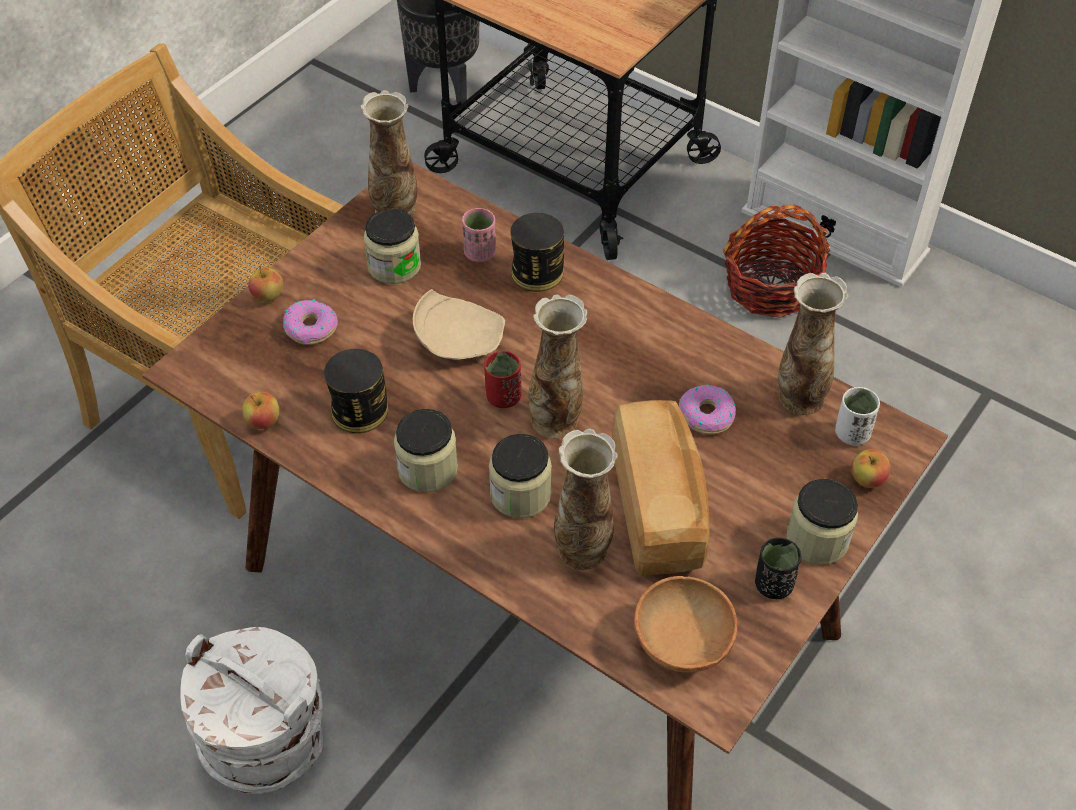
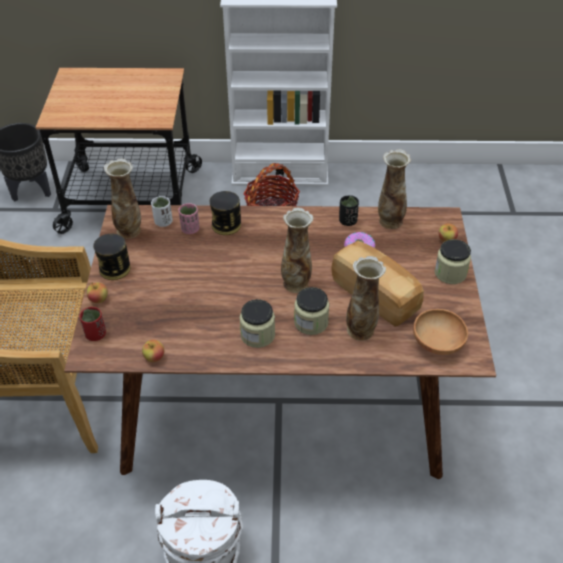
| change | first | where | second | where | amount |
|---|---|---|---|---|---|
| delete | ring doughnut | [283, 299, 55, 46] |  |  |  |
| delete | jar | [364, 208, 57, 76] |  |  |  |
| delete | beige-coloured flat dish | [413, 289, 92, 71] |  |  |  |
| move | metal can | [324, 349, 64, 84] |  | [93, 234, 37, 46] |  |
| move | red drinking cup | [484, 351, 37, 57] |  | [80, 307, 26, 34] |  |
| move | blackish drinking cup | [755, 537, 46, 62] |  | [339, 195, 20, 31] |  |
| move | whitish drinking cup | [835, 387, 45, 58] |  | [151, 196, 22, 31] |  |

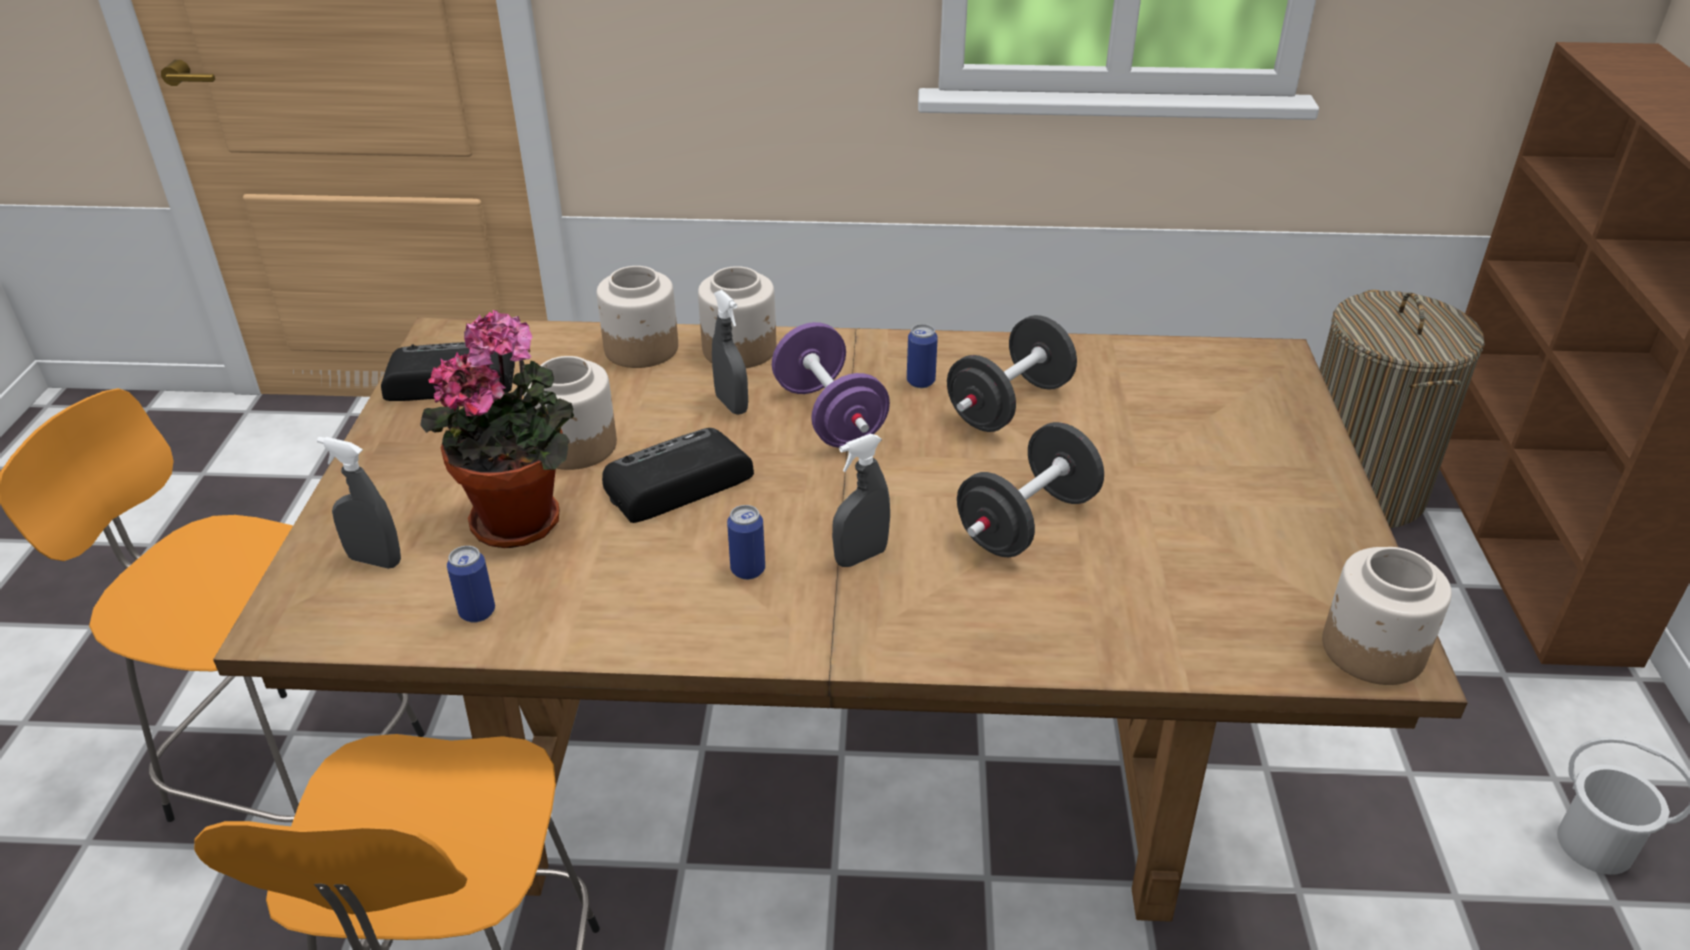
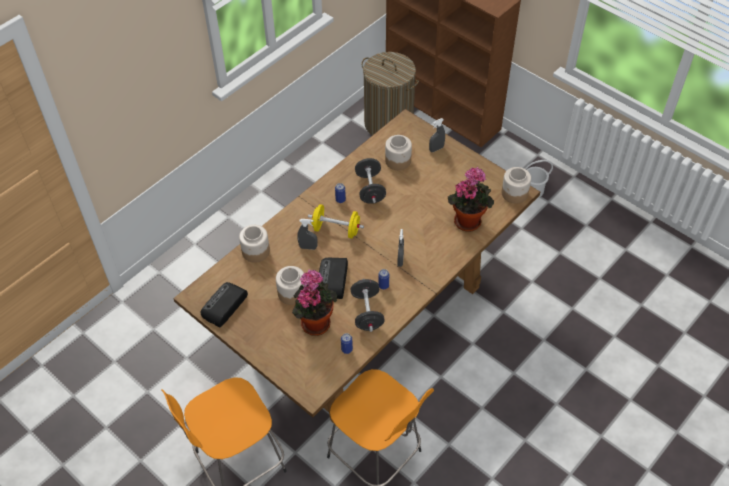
| change | first | where | second | where | amount |
|---|---|---|---|---|---|
| insert |  |  | plant in a pot | [448, 167, 46, 65] |  |
| move | gray spray bottle | [317, 437, 84, 132] |  | [429, 118, 16, 34] |  |
| move | jar | [698, 266, 78, 102] |  | [385, 135, 27, 35] |  |
| move | blackish dumbbell | [957, 422, 147, 135] |  | [350, 279, 35, 53] |  |
| recolor | purple-coloured dumbbell | [772, 322, 118, 126] | yellow dumbbell | [308, 204, 56, 35] |  |

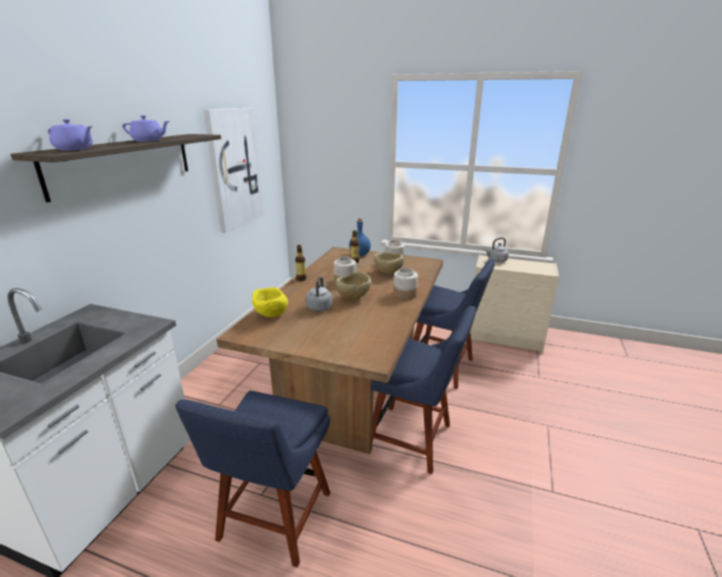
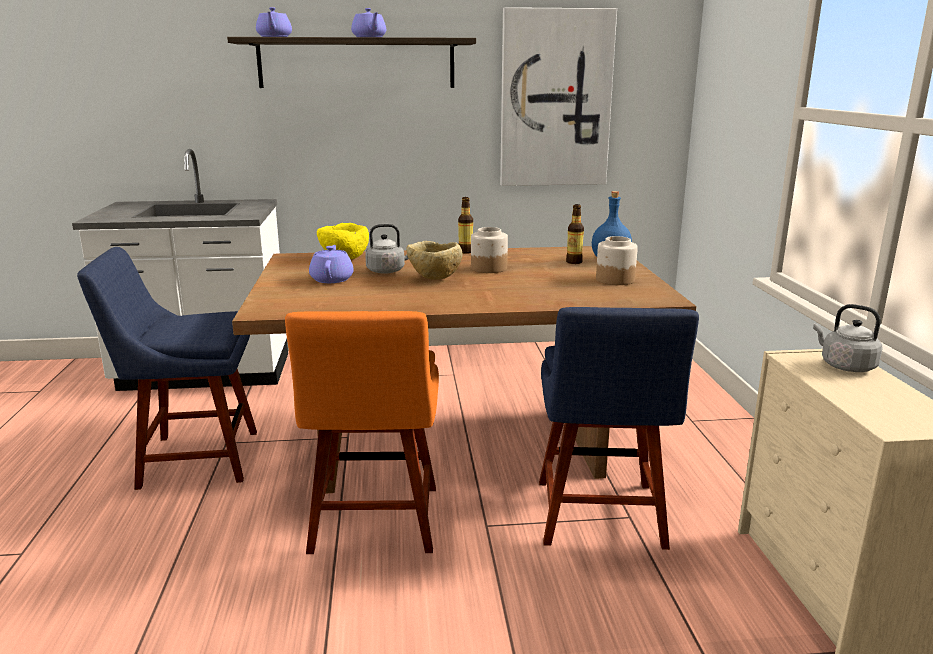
| change | first | where | second | where | amount |
|---|---|---|---|---|---|
| delete | beige-coloured serving bowl | [373, 251, 31, 23] |  |  |  |
| delete | jar | [393, 268, 25, 31] |  |  |  |
| insert |  |  | purple-coloured pot for tea | [309, 245, 45, 38] |  |
| recolor | bluish chair | [371, 306, 105, 168] | orange chair | [285, 311, 154, 243] |  |

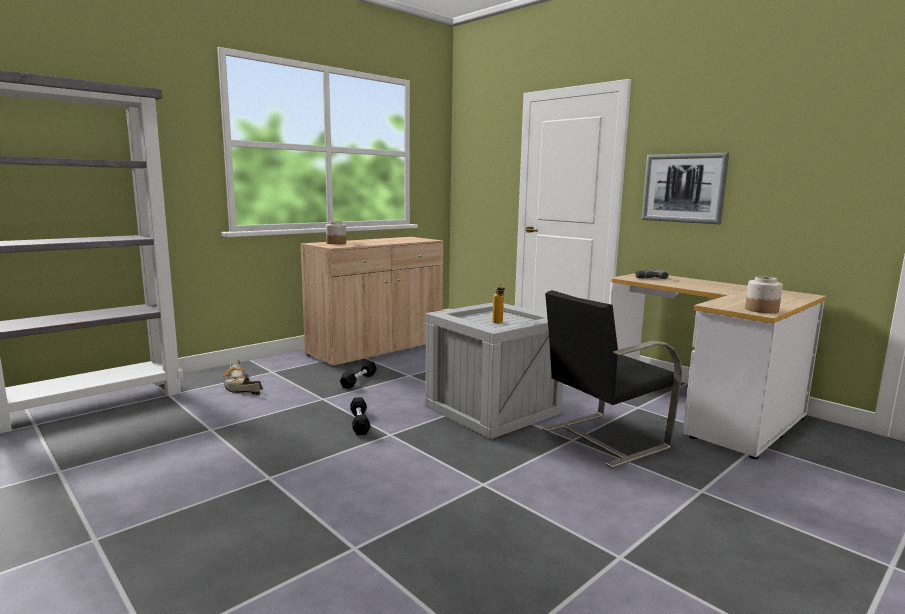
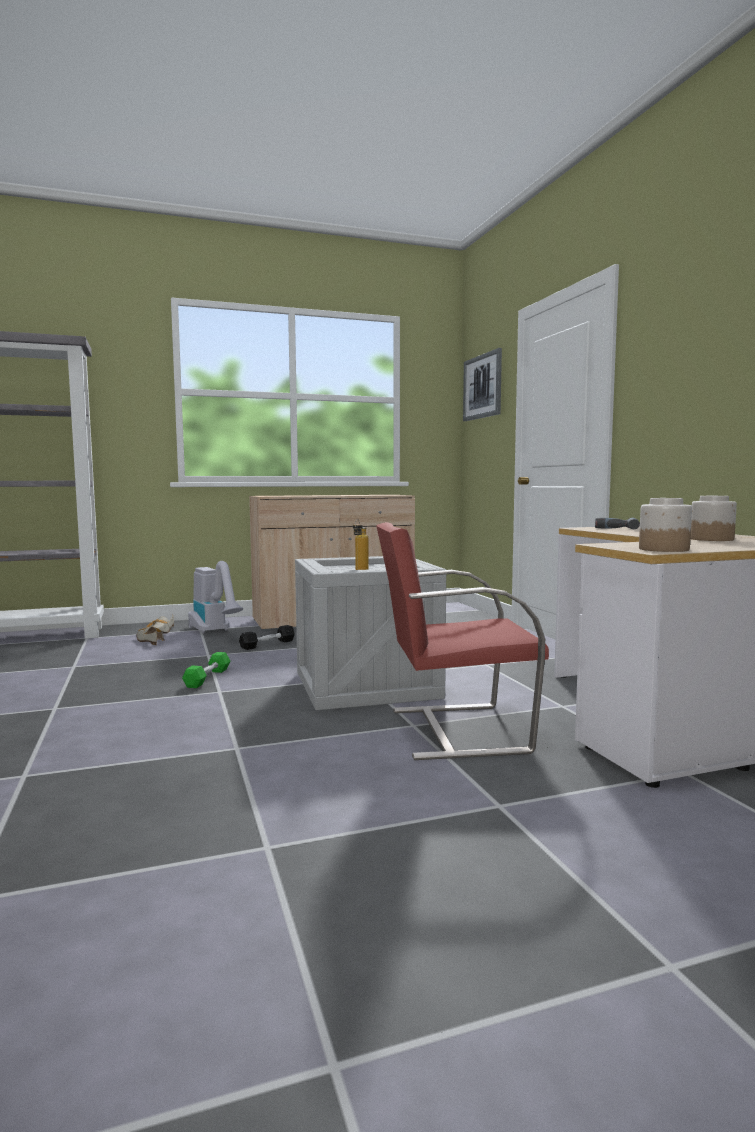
| change | first | where | second | where | amount |
|---|---|---|---|---|---|
| insert |  |  | vacuum | [188, 561, 55, 73] |  |
| move | jar | [326, 221, 20, 23] |  | [690, 496, 47, 45] |  |
| move | wall art | [642, 153, 87, 71] |  | [463, 348, 39, 73] |  |
| recolor | blackish dumbbell | [350, 397, 20, 38] | greenish dumbbell | [182, 652, 48, 36] |  |
| recolor | blackish chair | [542, 290, 140, 178] | red chair | [376, 522, 173, 238] |  |

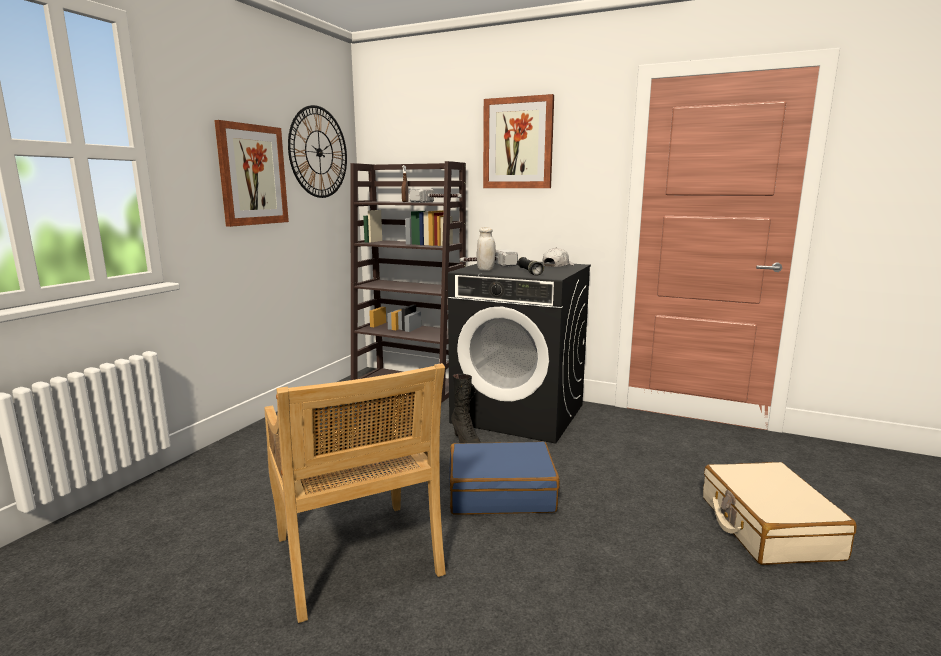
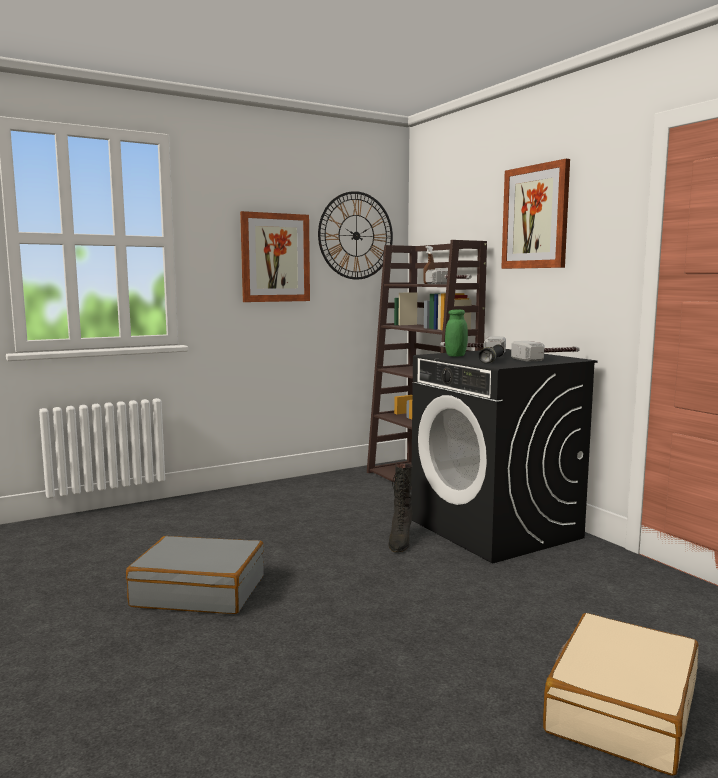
| change | first | where | second | where | amount |
|---|---|---|---|---|---|
| delete | bluish travel case | [449, 441, 111, 74] |  |  |  |
| replace | beige-coloured chair | [264, 363, 182, 260] | gray travel case | [126, 536, 138, 78] |  |
| replace | whitish peaked cap | [543, 248, 31, 19] | hammer | [511, 341, 69, 21] |  |
| recolor | whitish jar | [477, 227, 19, 44] | greenish jar | [445, 309, 23, 48] |  |

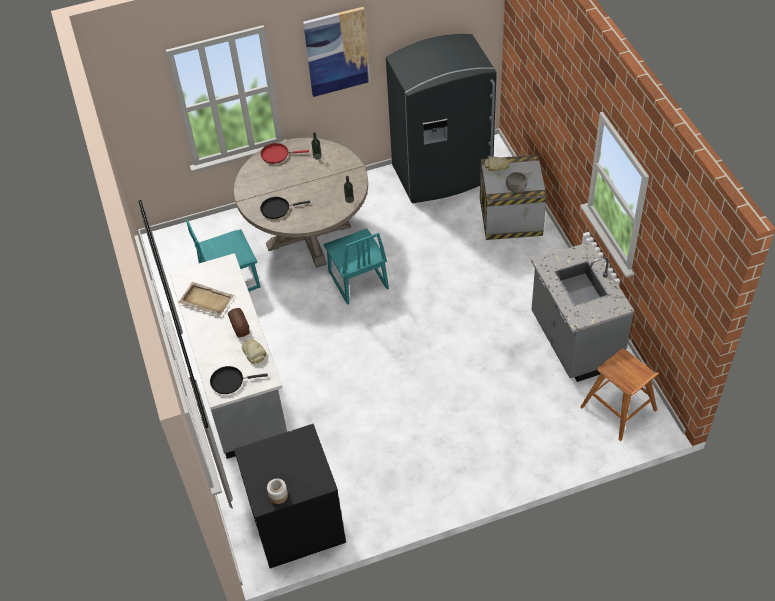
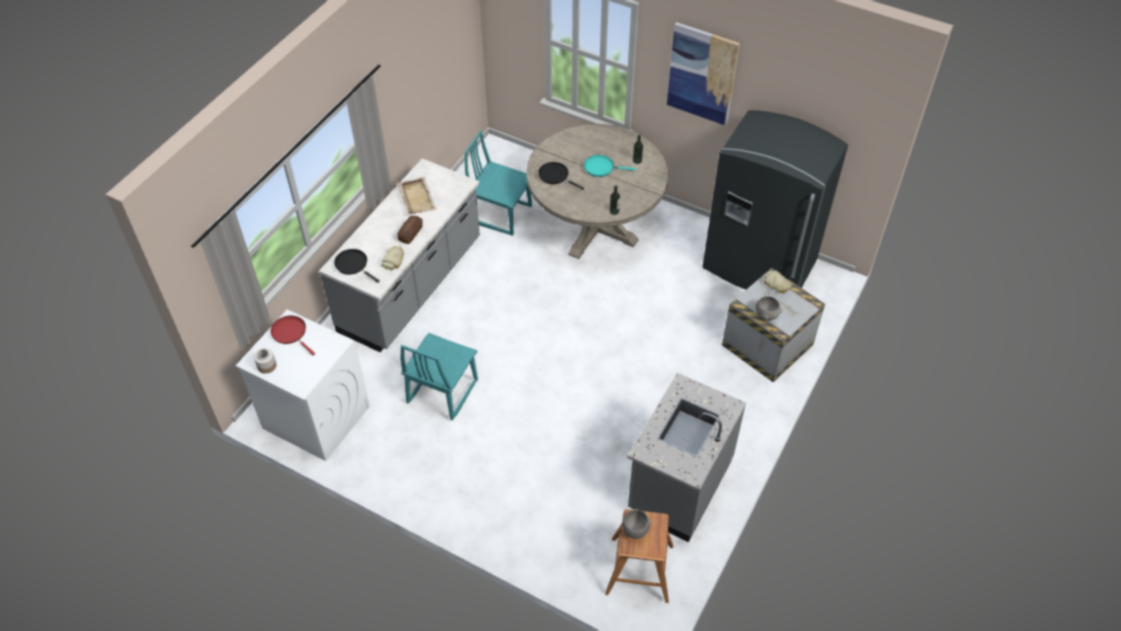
| change | first | where | second | where | amount |
|---|---|---|---|---|---|
| insert |  |  | turquoise-coloured frying pan | [584, 155, 52, 22] |  |
| insert |  |  | gray serving bowl | [622, 509, 29, 30] |  |
| move | red frying pan | [261, 143, 48, 21] |  | [271, 316, 44, 40] |  |
| move | turquoise-coloured chair | [323, 229, 66, 76] |  | [400, 333, 78, 88] |  |
| recolor | blackish laundry machine | [234, 424, 112, 144] | whitish laundry machine | [236, 309, 134, 152] |  |

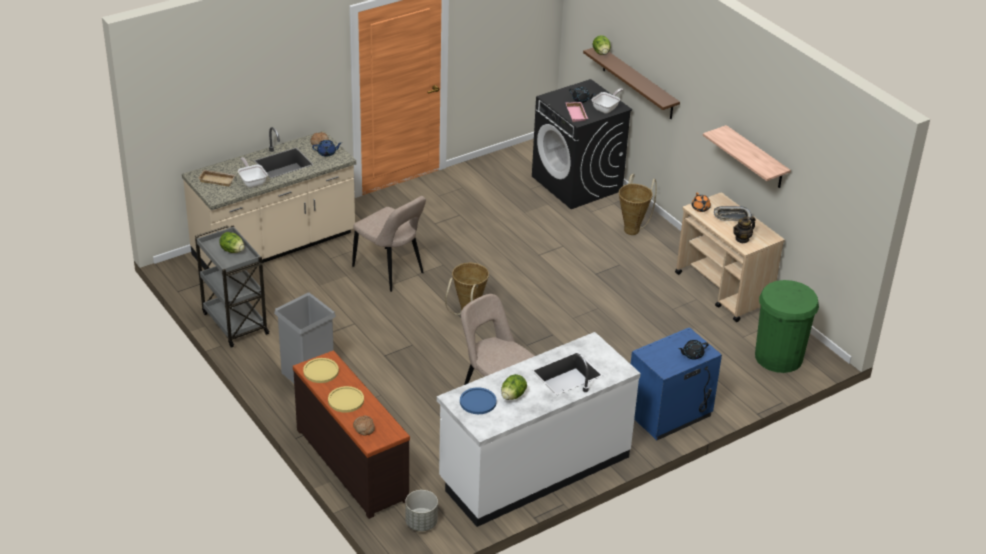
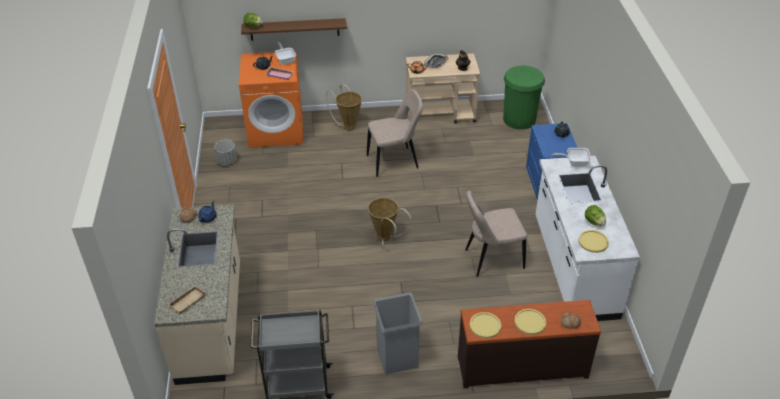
| change | first | where | second | where | amount |
|---|---|---|---|---|---|
| delete | lettuce head | [219, 232, 25, 21] |  |  |  |
| delete | bracket shelf | [703, 125, 88, 63] |  |  |  |
| move | frying pan | [238, 157, 30, 31] |  | [552, 148, 39, 19] |  |
| move | beige-coloured chair | [352, 196, 74, 96] |  | [367, 90, 56, 87] |  |
| move | gray planter | [405, 490, 33, 41] |  | [214, 140, 23, 25] |  |
| recolor | bluish flat dish | [460, 387, 37, 27] | yellow flat dish | [578, 230, 31, 23] |  |
| recolor | blackish laundry machine | [532, 79, 100, 130] | orange laundry machine | [239, 51, 64, 97] |  |

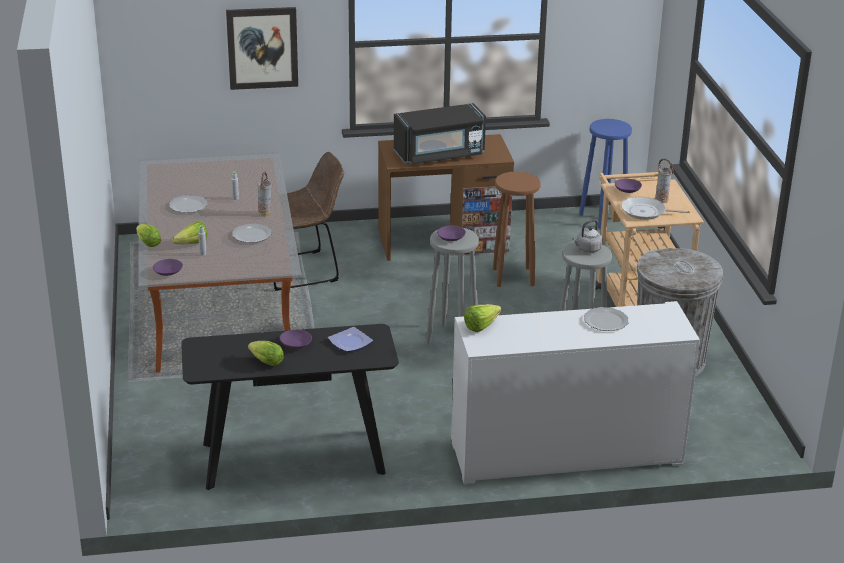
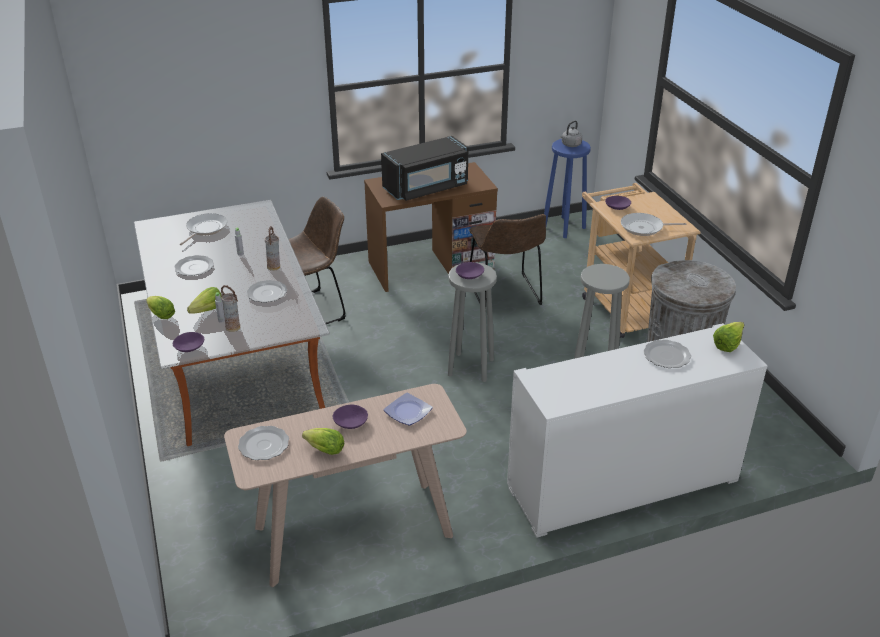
| change | first | where | second | where | amount |
|---|---|---|---|---|---|
| delete | wall art | [226, 7, 72, 83] |  |  |  |
| insert |  |  | frying pan | [180, 213, 47, 32] |  |
| insert |  |  | flat dish | [238, 426, 51, 34] |  |
| move | lettuce head | [464, 304, 37, 28] |  | [713, 322, 31, 30] |  |
| move | gray tea kettle | [572, 219, 31, 34] |  | [561, 120, 21, 27] |  |
| move | flower vase | [655, 158, 18, 45] |  | [221, 285, 19, 47] |  |
| replace | brown stool | [493, 171, 48, 116] | brown chair | [469, 214, 77, 91] |  |
| recolor | blackish console table | [181, 324, 218, 166] | beige-coloured console table | [224, 384, 243, 203] |  |

